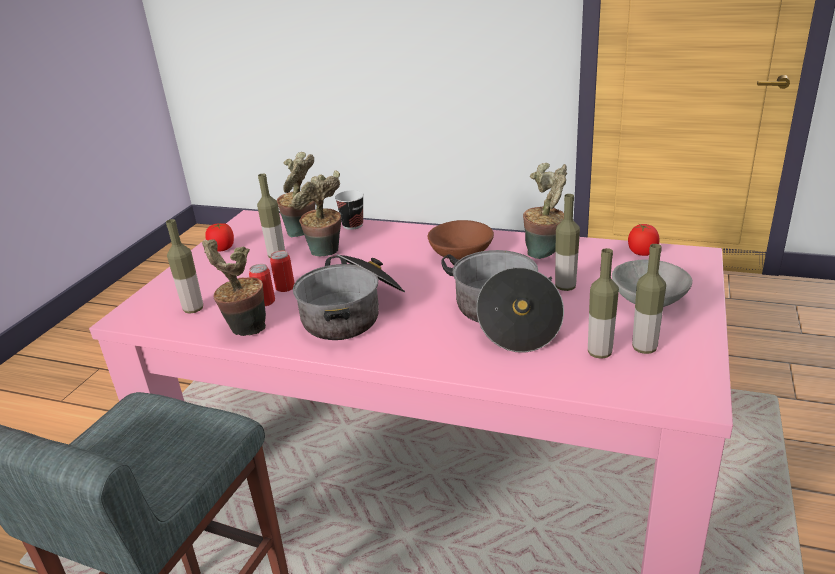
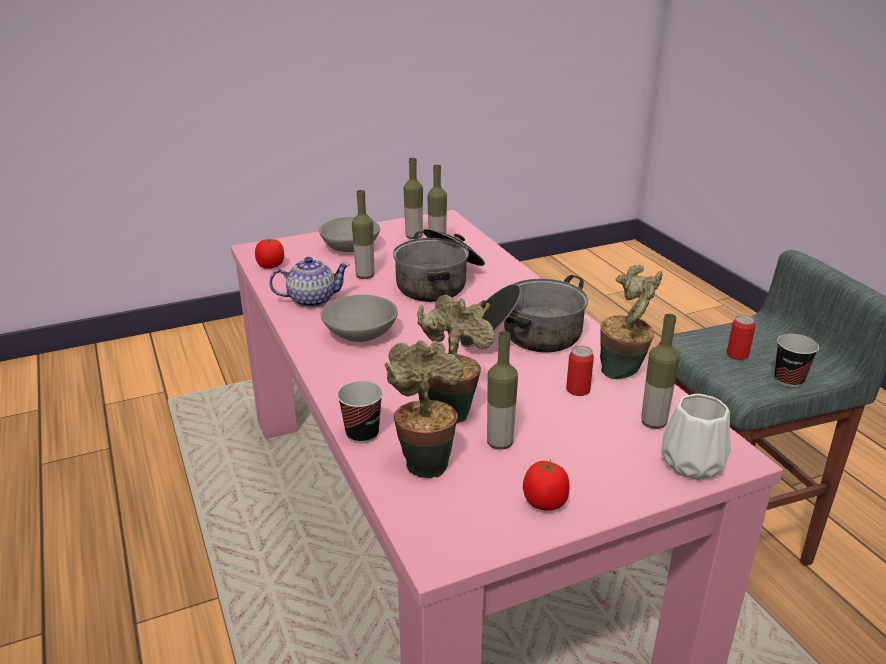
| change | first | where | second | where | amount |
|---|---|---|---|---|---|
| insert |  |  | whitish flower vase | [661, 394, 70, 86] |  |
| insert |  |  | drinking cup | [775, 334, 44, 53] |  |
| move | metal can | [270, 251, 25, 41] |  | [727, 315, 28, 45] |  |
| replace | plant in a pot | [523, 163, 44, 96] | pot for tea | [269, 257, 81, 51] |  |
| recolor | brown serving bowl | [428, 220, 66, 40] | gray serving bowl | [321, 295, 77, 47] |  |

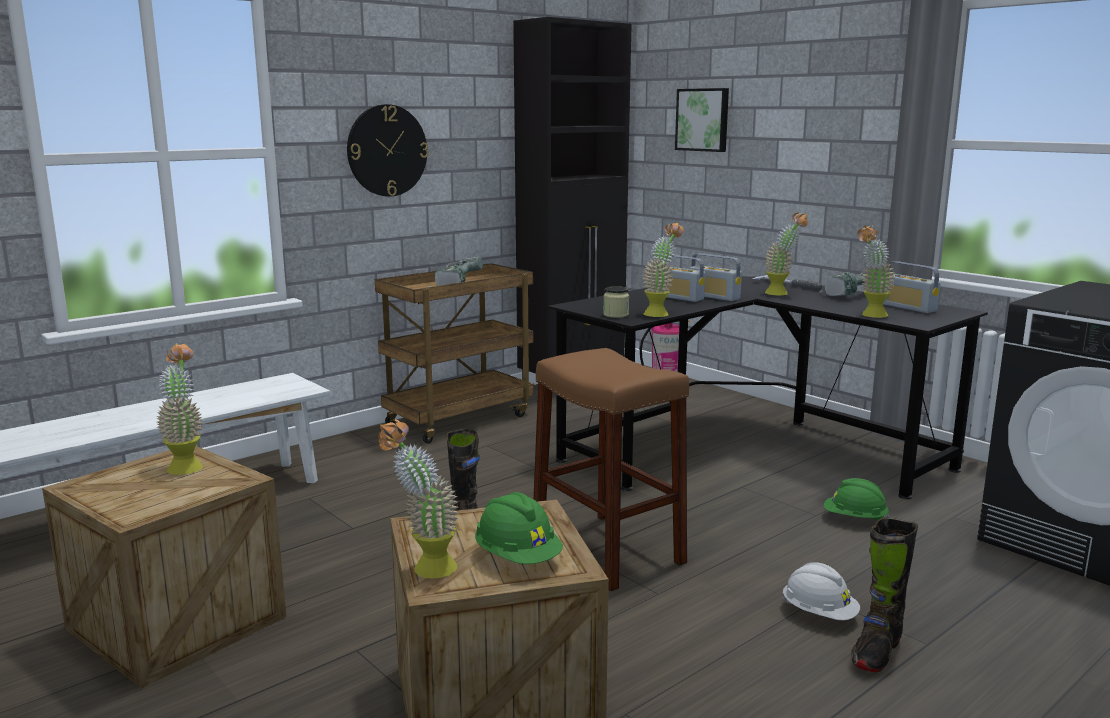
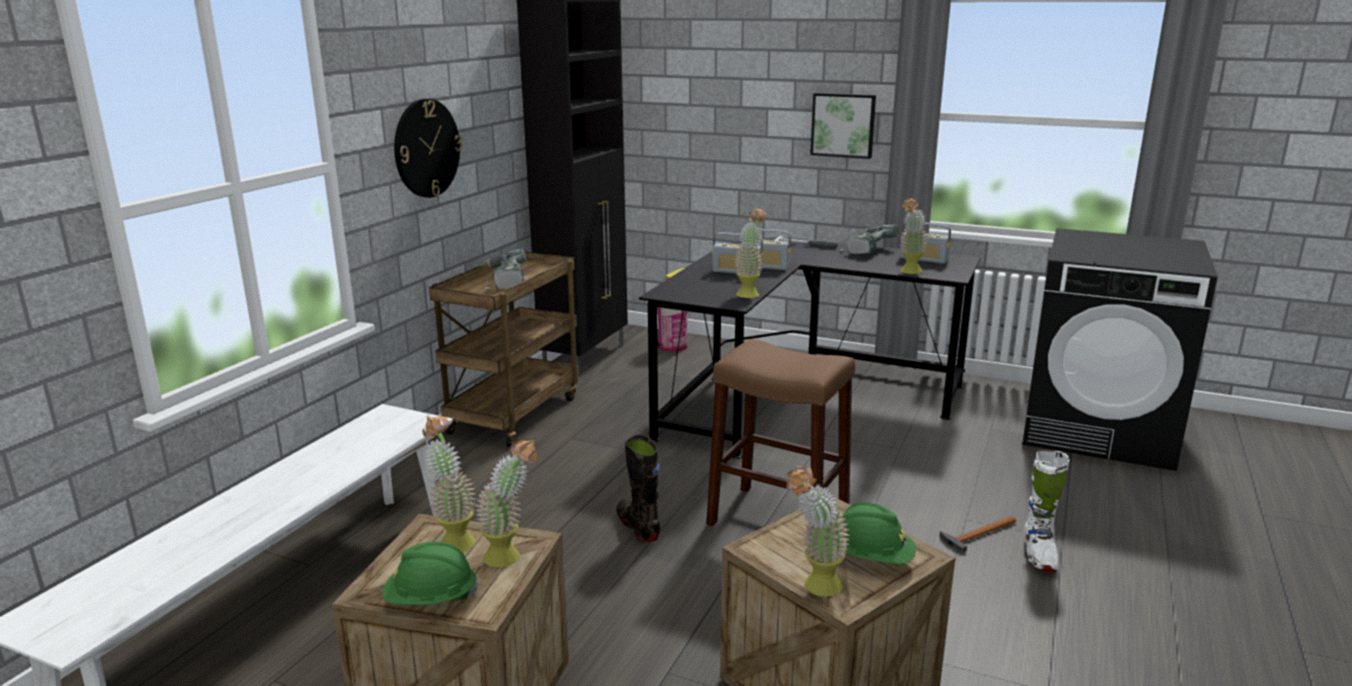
| change | first | where | second | where | amount |
|---|---|---|---|---|---|
| delete | jar | [603, 286, 26, 32] |  |  |  |
| move | wall art | [675, 88, 54, 64] |  | [810, 93, 66, 66] |  |
| move | plant in a pot | [765, 212, 43, 84] |  | [475, 439, 62, 128] |  |
| move | greenish hard hat | [824, 478, 65, 43] |  | [382, 542, 96, 63] |  |
| replace | whitish hard hat | [782, 562, 78, 58] | hammer | [939, 516, 77, 37] |  |
| recolor | blackish tall boot | [851, 517, 67, 155] | whitish tall boot | [1024, 450, 46, 122] |  |

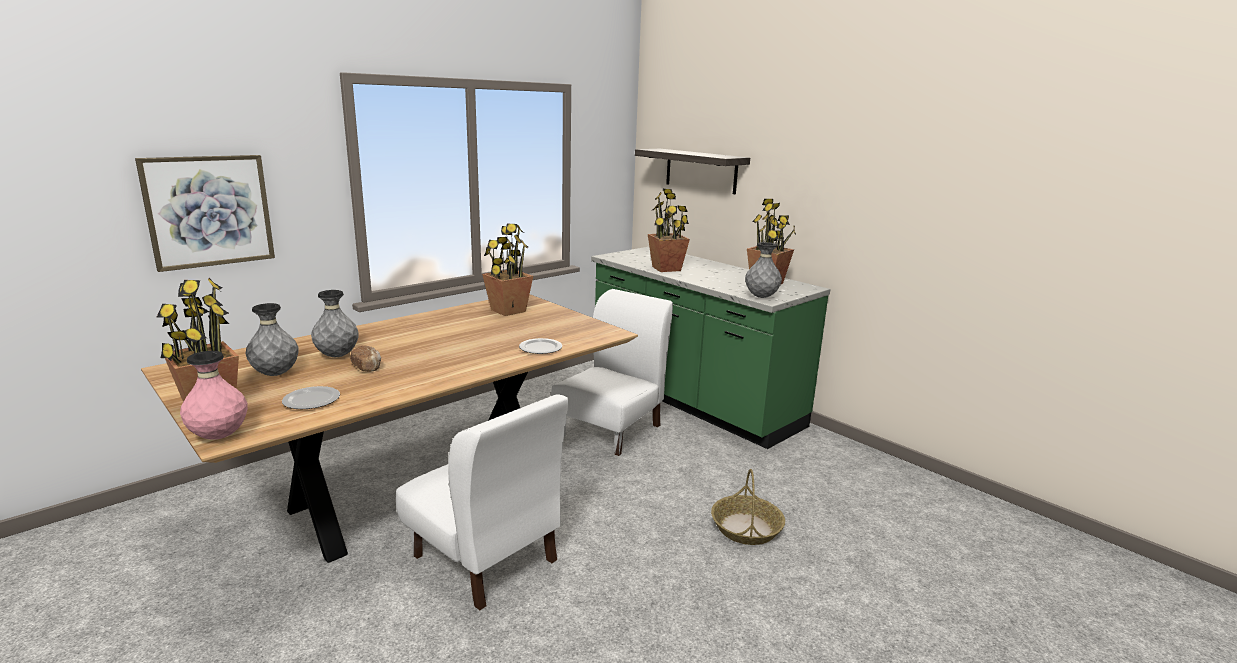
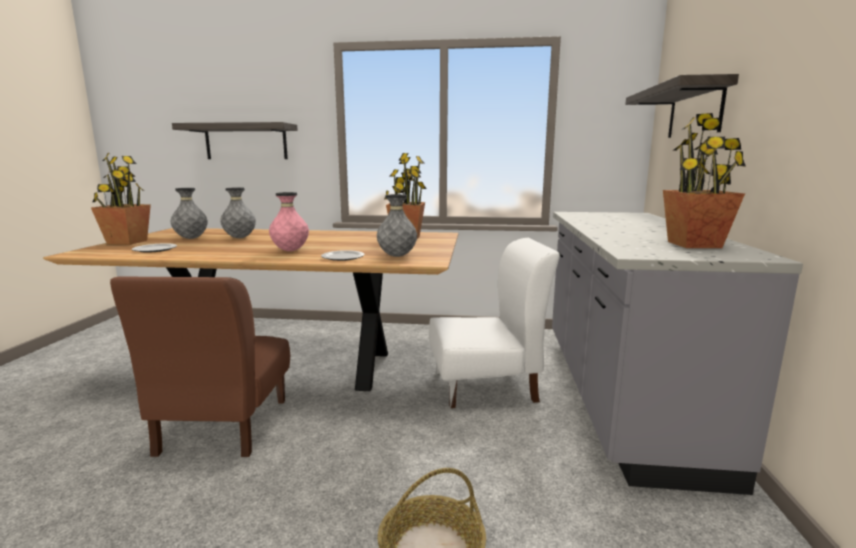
| change | first | where | second | where | amount |
|---|---|---|---|---|---|
| delete | bakery bread | [350, 346, 31, 26] |  |  |  |
| delete | plant in a pot | [648, 189, 42, 83] |  |  |  |
| move | pinkish flower vase | [180, 351, 68, 89] |  | [269, 192, 40, 59] |  |
| move | gray flower vase | [745, 242, 37, 56] |  | [377, 194, 40, 63] |  |
| replace | wall art | [135, 155, 140, 117] | bracket shelf | [172, 122, 126, 37] |  |
| recolor | whitish chair | [396, 394, 173, 216] | brown chair | [110, 276, 180, 181] |  |
| recolor | greenish counter | [591, 247, 240, 202] | gray counter | [552, 212, 251, 283] |  |

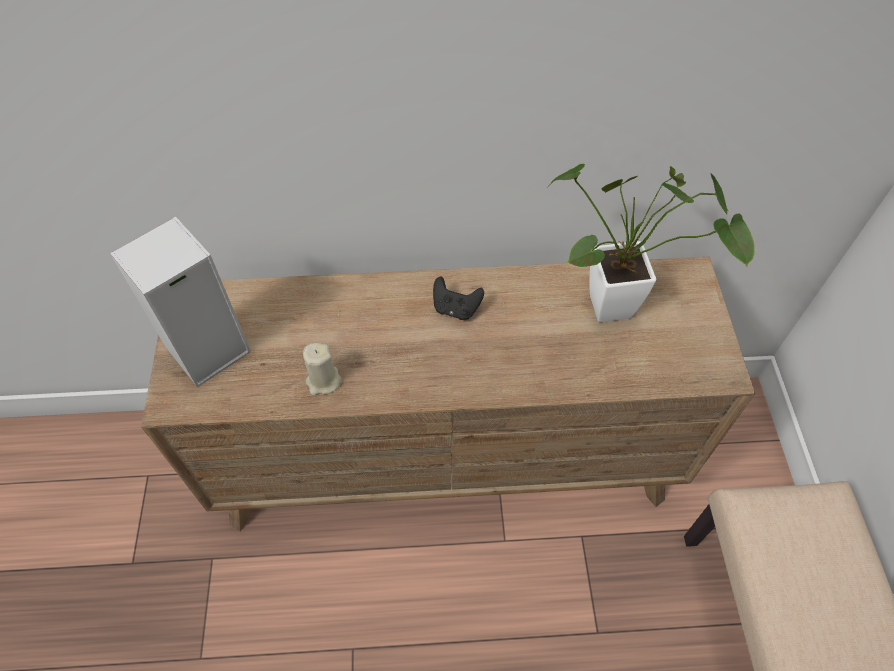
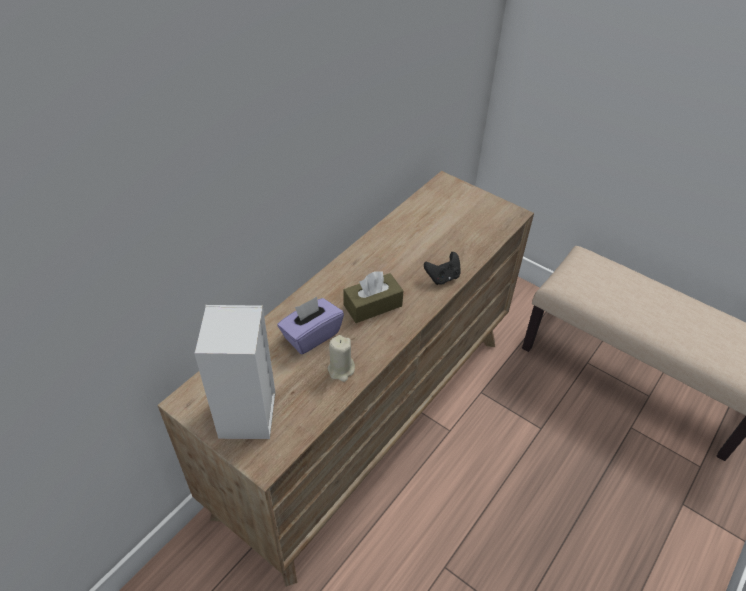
| change | first | where | second | where | amount |
|---|---|---|---|---|---|
| delete | plant in a pot | [547, 164, 208, 158] |  |  |  |
| insert |  |  | purple-coloured box of tissues | [277, 297, 67, 57] |  |
| insert |  |  | brown box of tissues | [343, 271, 60, 52] |  |
| move | blackish game controller | [433, 276, 51, 44] |  | [424, 252, 36, 33] |  |

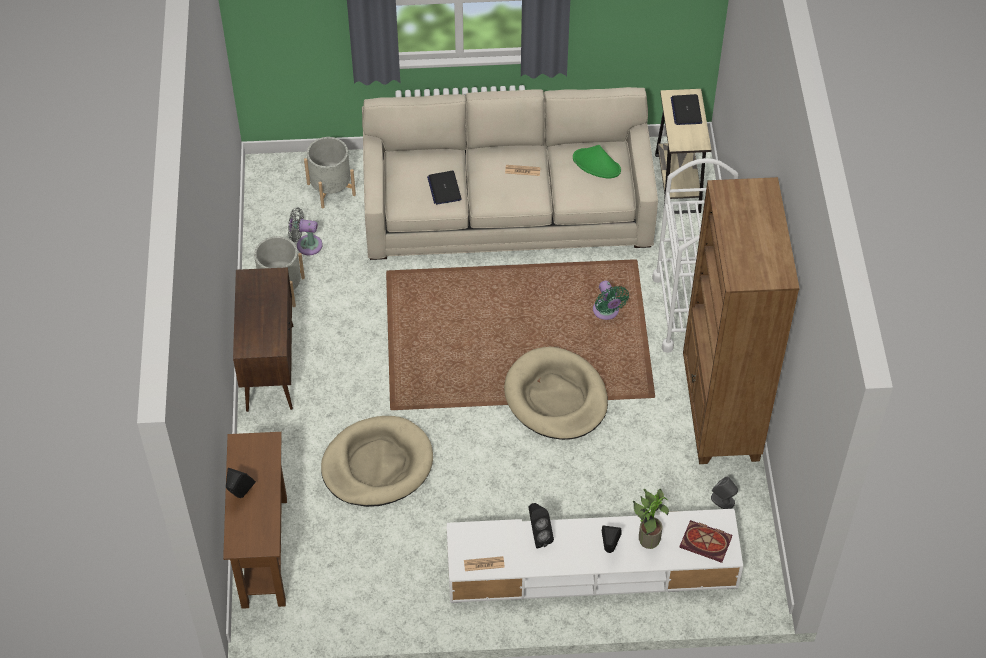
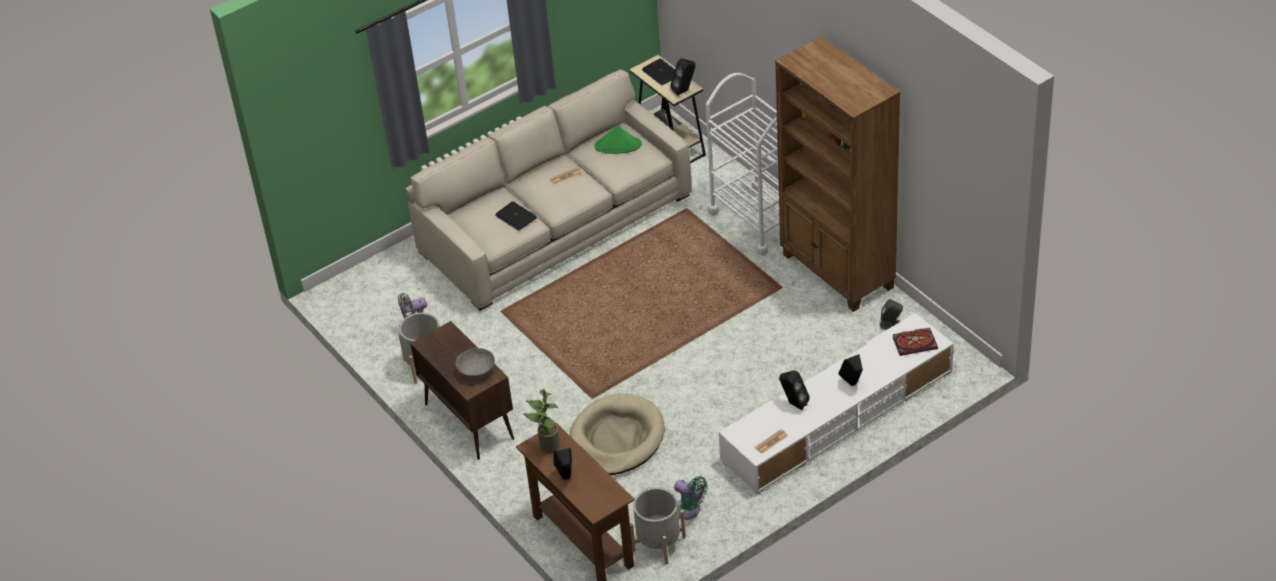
| change | first | where | second | where | amount |
|---|---|---|---|---|---|
| delete | beige-coloured pet bed | [504, 347, 104, 93] |  |  |  |
| insert |  |  | gray serving bowl | [456, 348, 39, 31] |  |
| insert |  |  | blackish speaker | [670, 58, 26, 38] |  |
| move | gray planter | [304, 137, 52, 71] |  | [630, 488, 56, 77] |  |
| move | greenish cooling fan | [593, 281, 36, 39] |  | [674, 476, 34, 44] |  |
| move | plant in a pot | [633, 489, 36, 60] |  | [523, 389, 37, 64] |  |

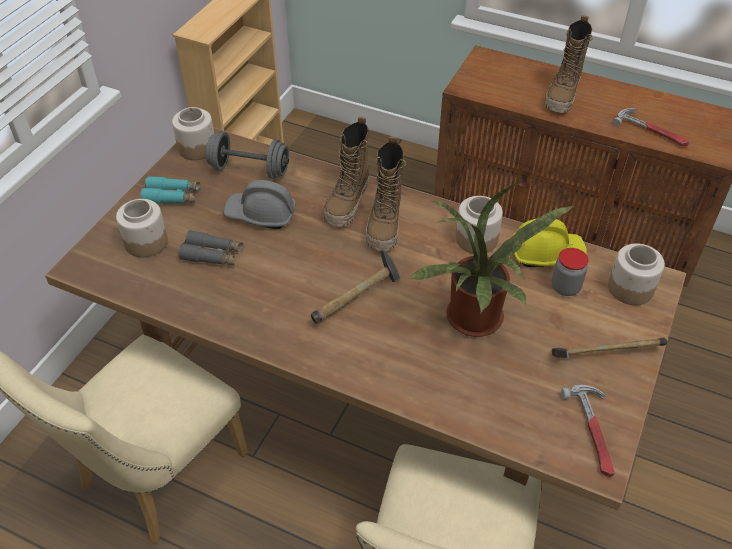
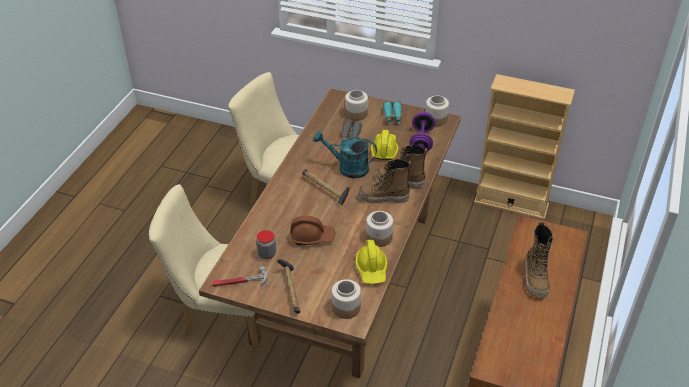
| change | first | where | second | where | amount |
|---|---|---|---|---|---|
| delete | hammer | [613, 108, 77, 38] |  |  |  |
| insert |  |  | turquoise-coloured watering can | [313, 131, 64, 47] |  |
| move | jar | [552, 248, 37, 48] |  | [257, 230, 19, 29] |  |
| replace | plant in a pot | [407, 180, 167, 157] | brown hard hat | [290, 216, 45, 29] |  |
| recolor | gray dumbbell | [206, 131, 83, 48] | purple-coloured dumbbell | [409, 112, 26, 40] |  |
| recolor | gray hard hat | [224, 180, 72, 49] | yellow hard hat | [371, 130, 28, 30] |  |
| rotate | tall boot | [545, 15, 48, 98] |  | [524, 221, 31, 77] | 105 degrees counterclockwise |

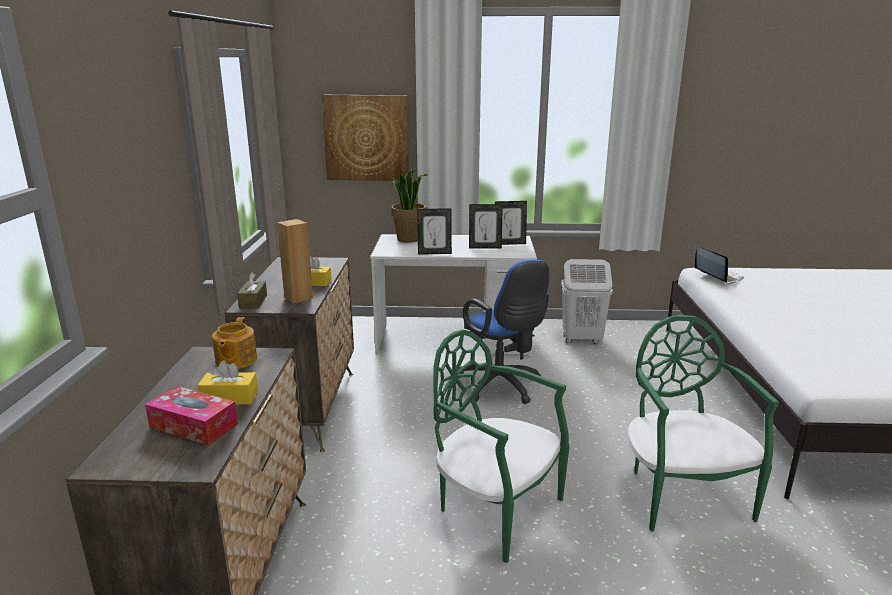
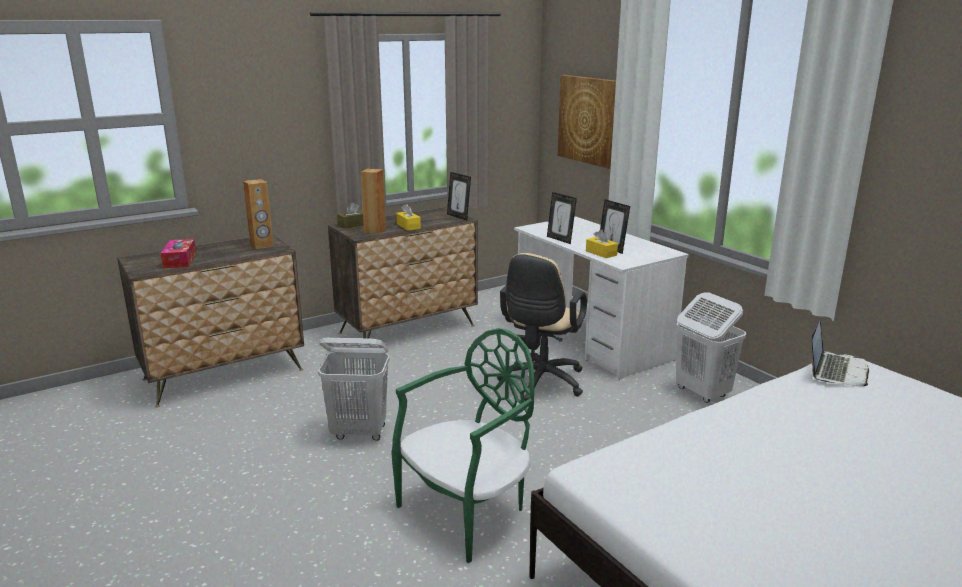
| change | first | where | second | where | amount |
|---|---|---|---|---|---|
| delete | plant in a pot | [388, 168, 39, 75] |  |  |  |
| move | yellow box of tissues | [197, 360, 61, 45] |  | [586, 229, 32, 29] |  |
| move | picture frame | [495, 201, 32, 44] |  | [447, 172, 24, 48] |  |
| replace | pot for tea | [212, 317, 45, 52] | brown speaker | [243, 179, 31, 70] |  |
| replace | greenish chair | [433, 329, 136, 234] | whitish hamper | [318, 338, 71, 103] |  |
| recolor | bluish desk chair | [457, 260, 92, 144] | beige-coloured desk chair | [497, 253, 90, 148] |  |

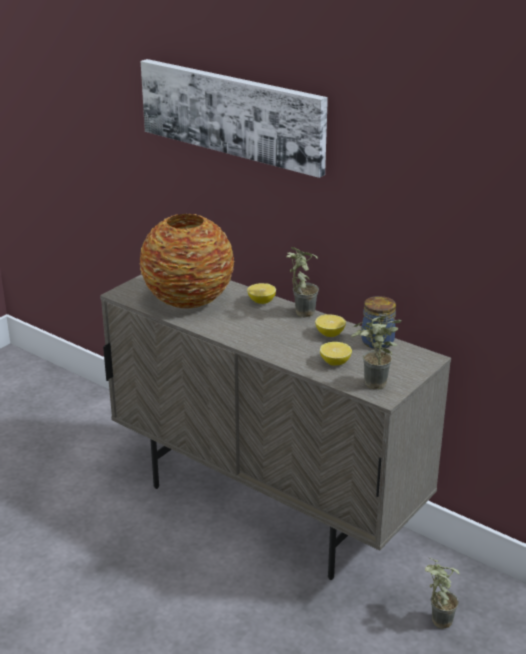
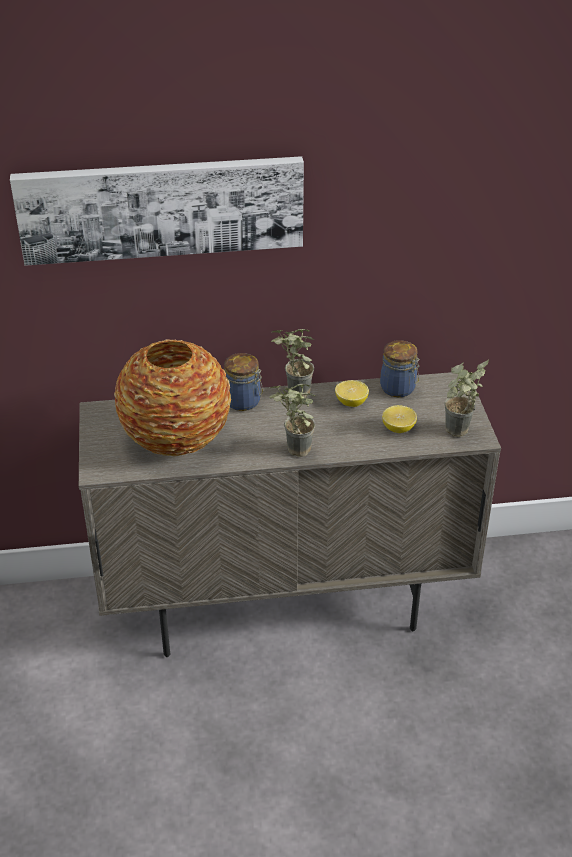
| change | first | where | second | where | amount |
|---|---|---|---|---|---|
| move | plant in a pot | [425, 558, 34, 71] |  | [269, 384, 46, 73] |  |
| replace | whole lemon | [247, 283, 29, 21] | jar | [224, 353, 39, 58] |  |

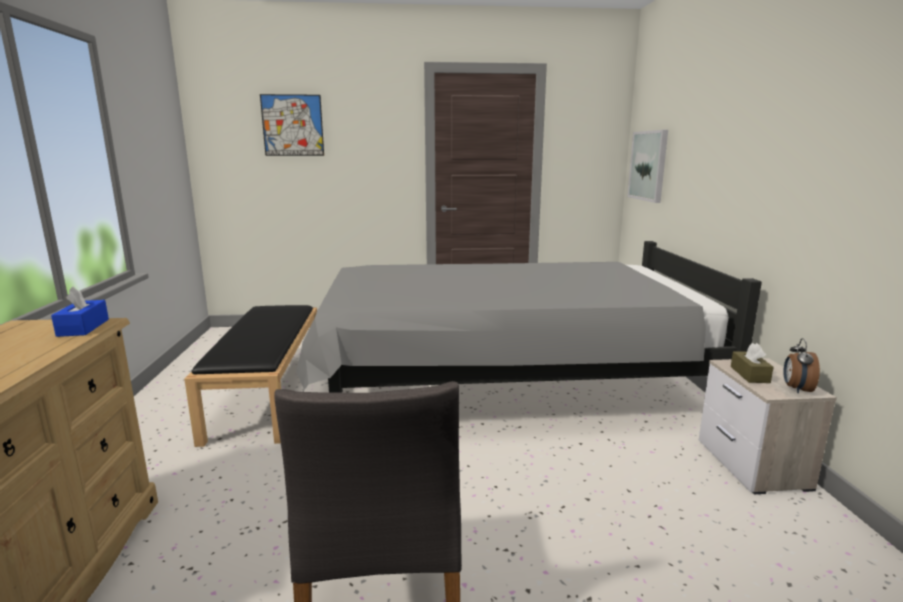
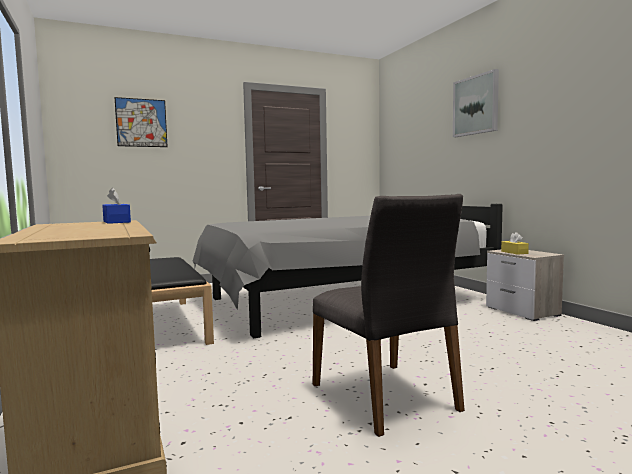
| change | first | where | second | where | amount |
|---|---|---|---|---|---|
| delete | alarm clock | [783, 338, 37, 56] |  |  |  |
| move | wall art | [627, 130, 41, 73] |  | [453, 69, 46, 68] |  |
| recolor | brown box of tissues | [731, 343, 43, 40] | yellow box of tissues | [501, 232, 28, 23] |  |

